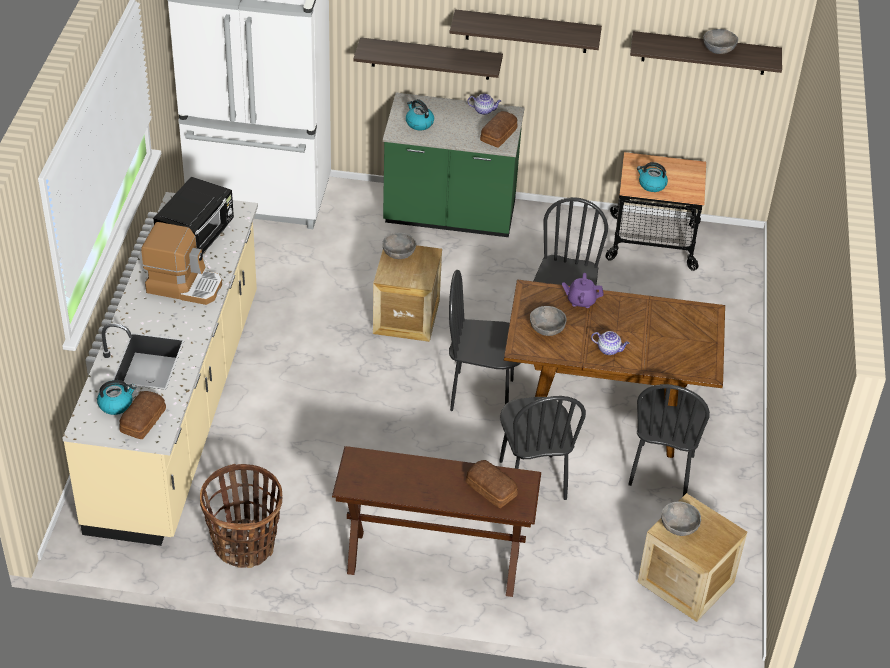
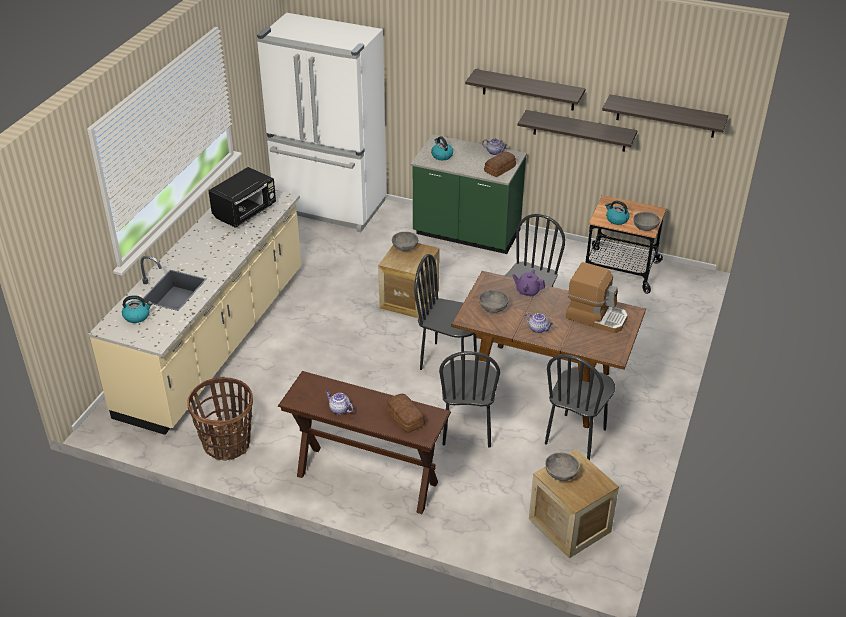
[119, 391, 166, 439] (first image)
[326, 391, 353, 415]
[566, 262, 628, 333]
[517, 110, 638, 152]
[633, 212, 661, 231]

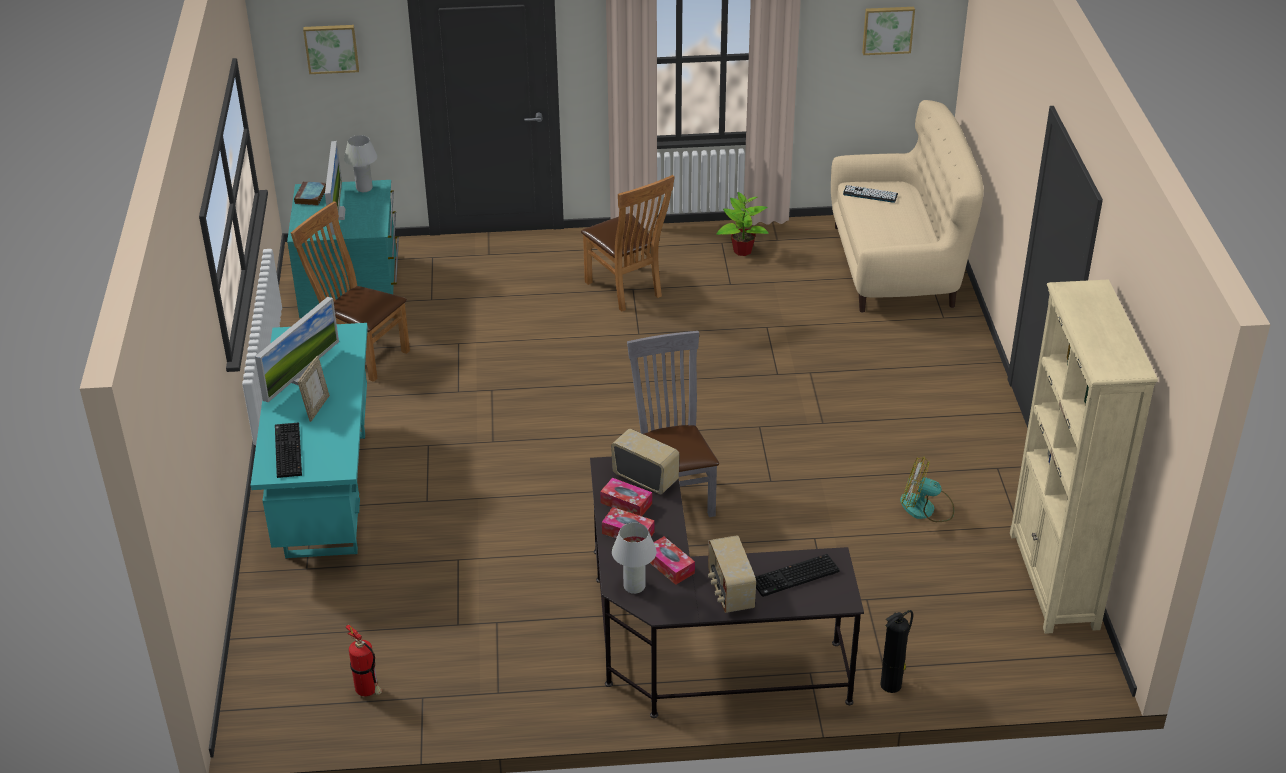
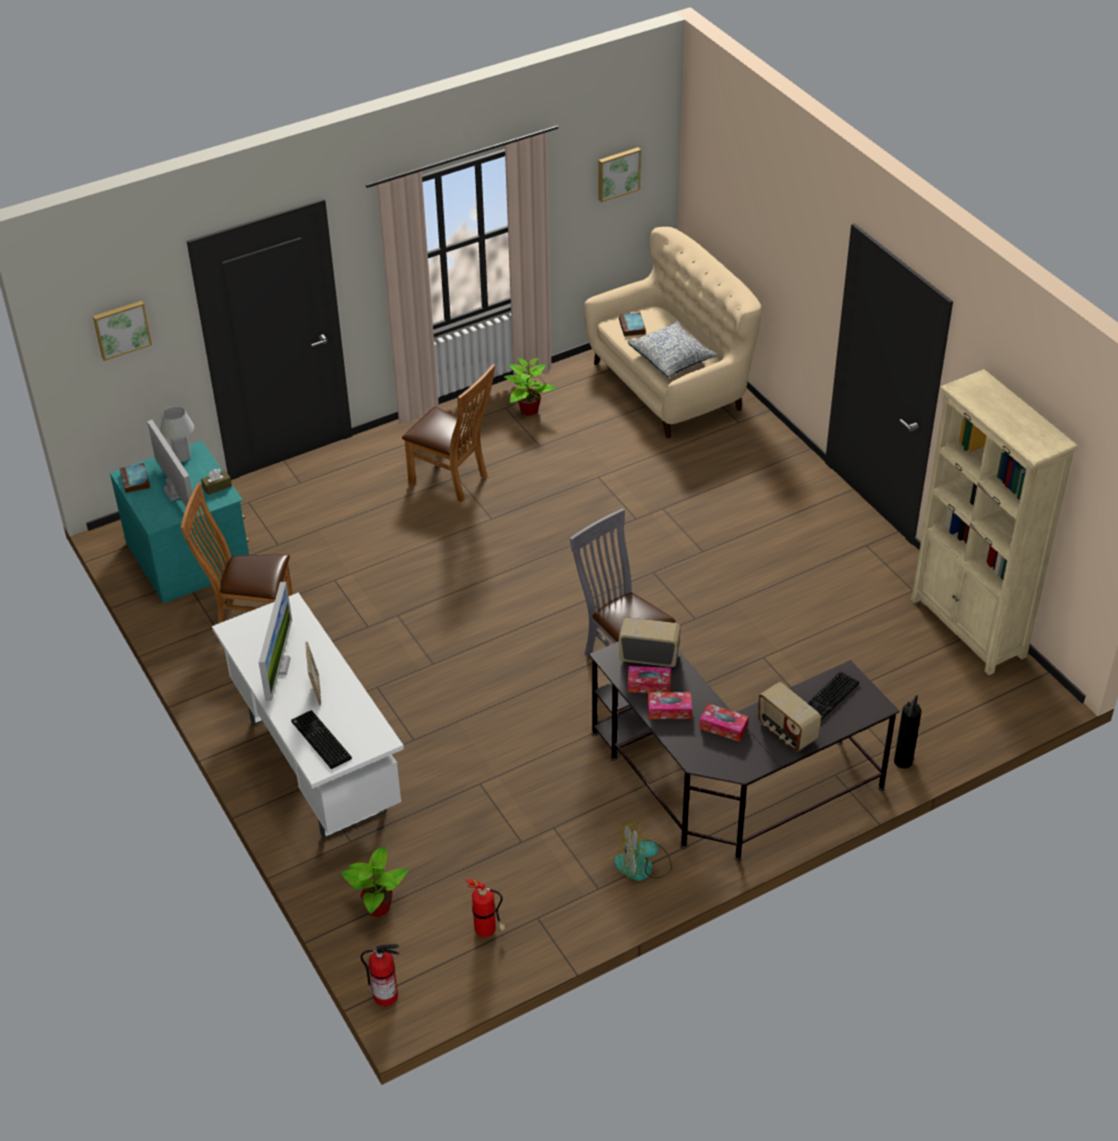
[612, 522, 657, 594] (first image)
[201, 469, 232, 495]
[341, 847, 409, 917]
[361, 944, 399, 1006]
[628, 321, 718, 378]
[614, 820, 672, 881]
[619, 312, 646, 336]
[212, 593, 404, 839]

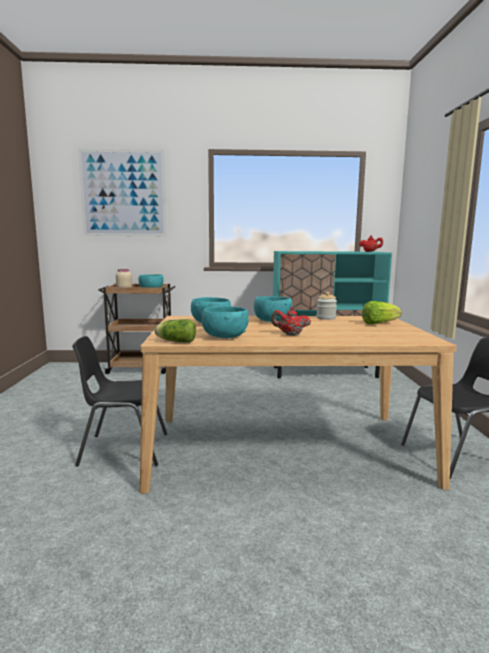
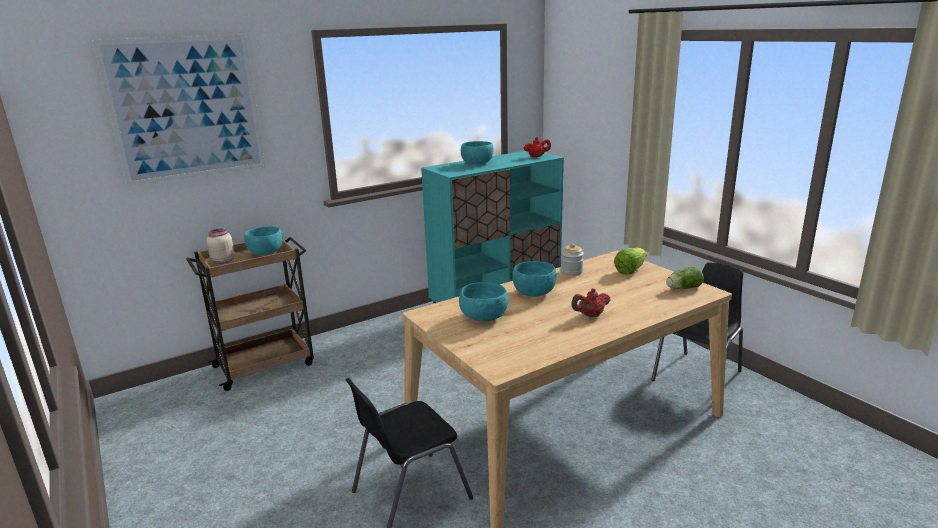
[666, 267, 704, 289]
[461, 141, 494, 164]

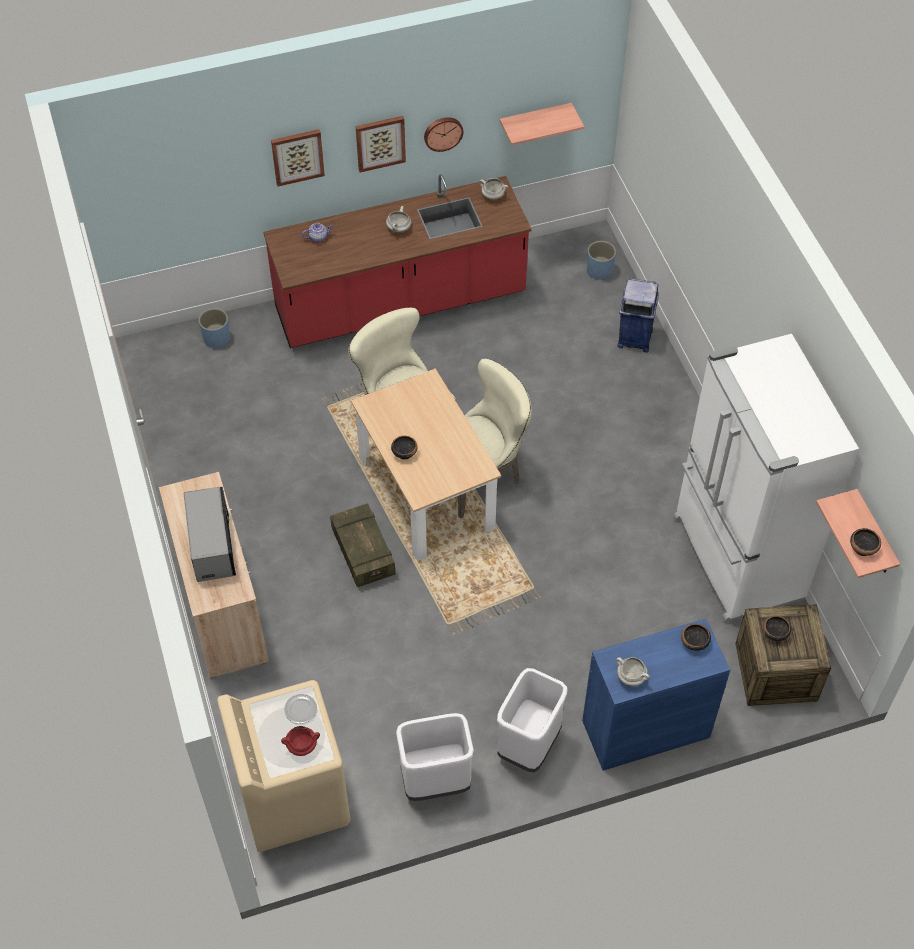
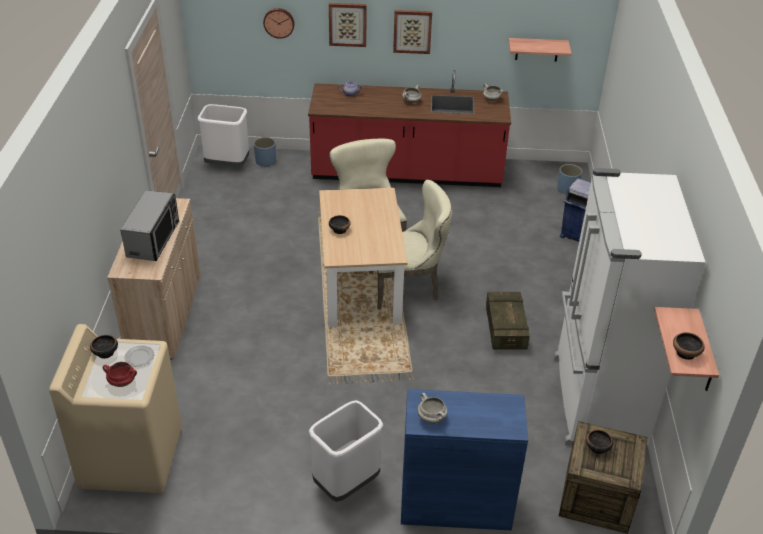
[486, 292, 530, 350]
[198, 104, 249, 167]
[263, 8, 294, 39]
[90, 335, 118, 359]

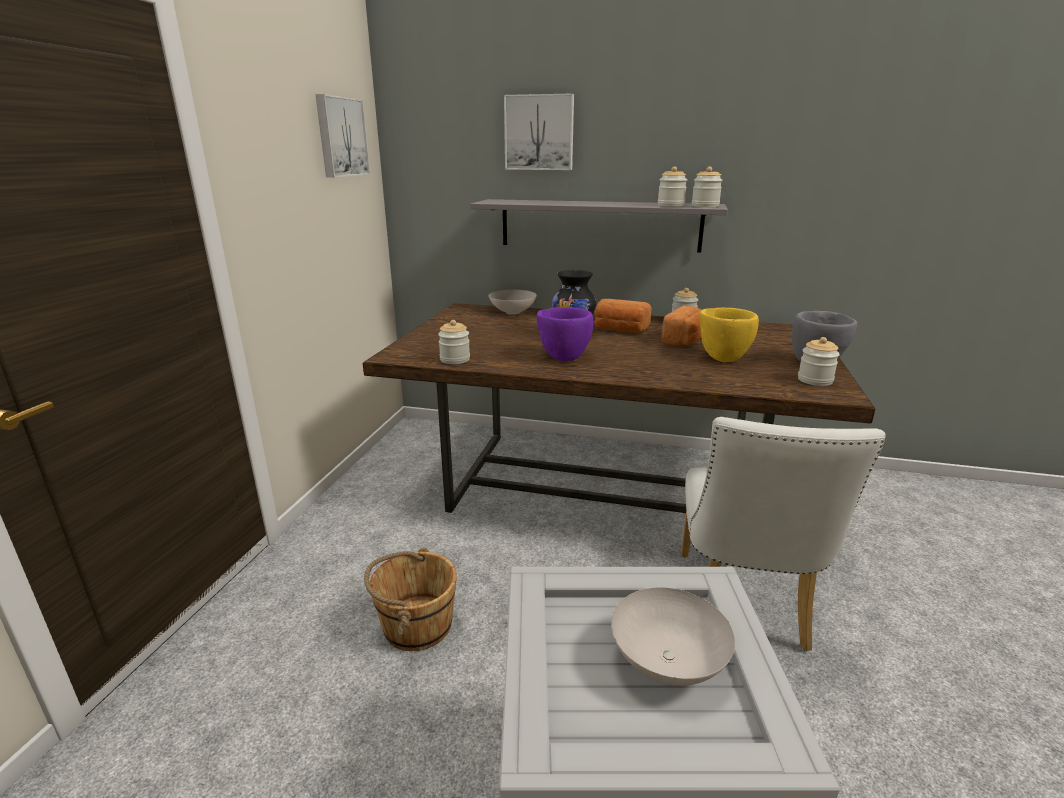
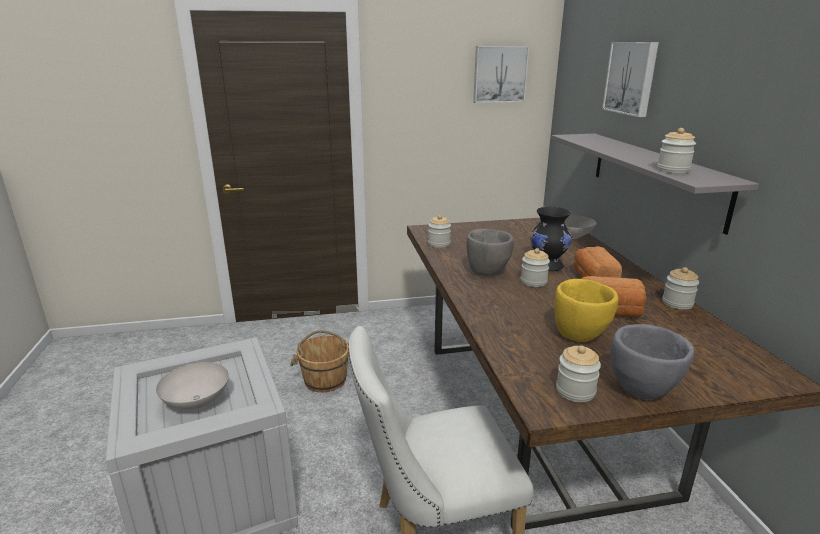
[521, 248, 550, 287]
[467, 229, 514, 276]

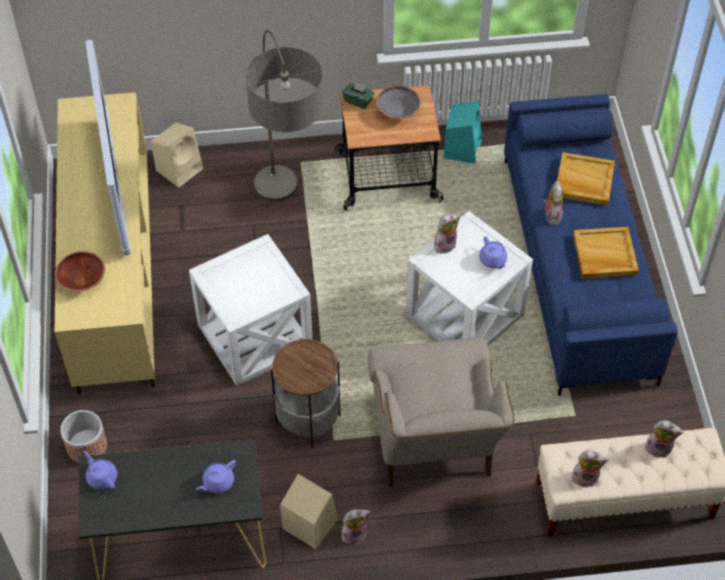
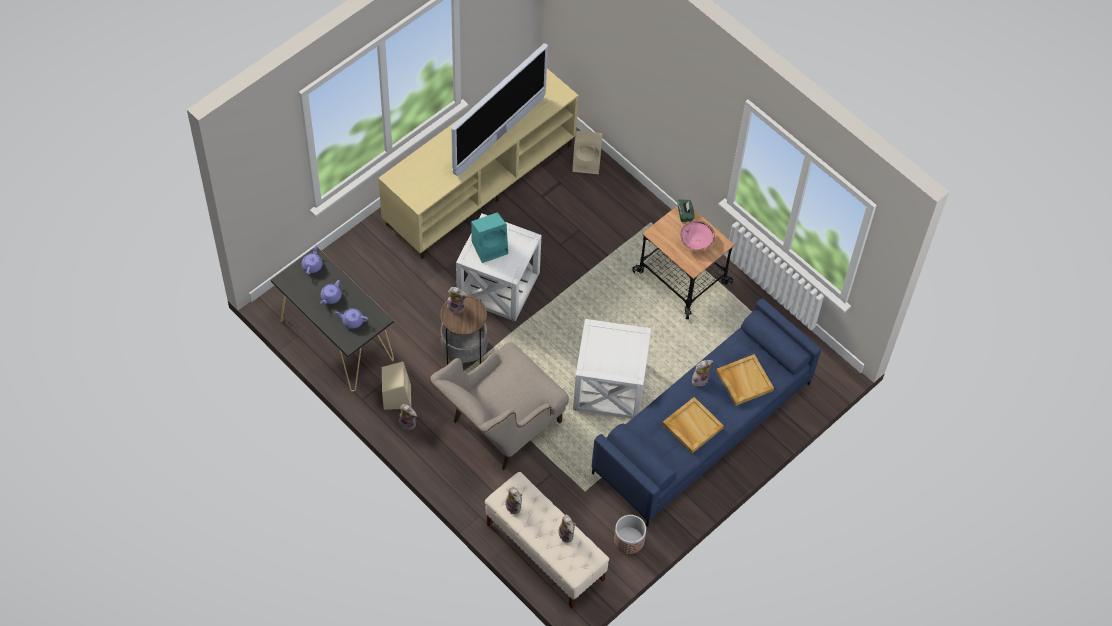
[55, 251, 105, 291] (first image)
[246, 30, 324, 202] (first image)
[614, 515, 646, 554]
[447, 287, 468, 314]
[471, 212, 508, 263]
[320, 280, 342, 304]
[680, 221, 715, 250]

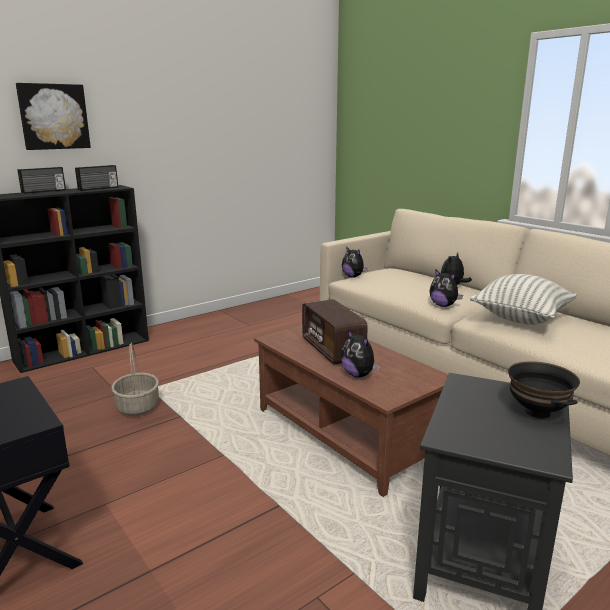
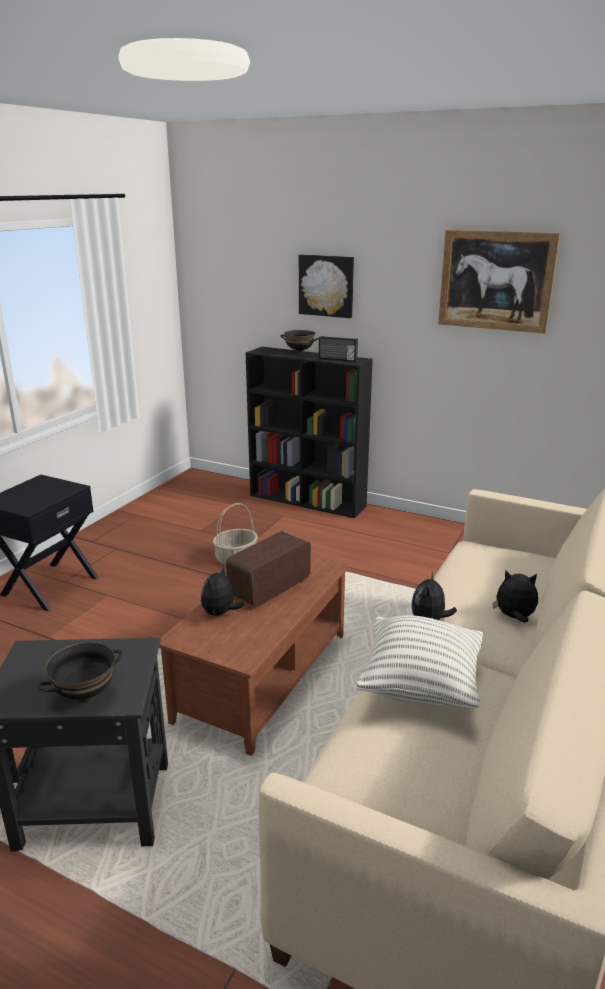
[342, 246, 368, 278] (first image)
[438, 230, 560, 334]
[280, 330, 319, 354]

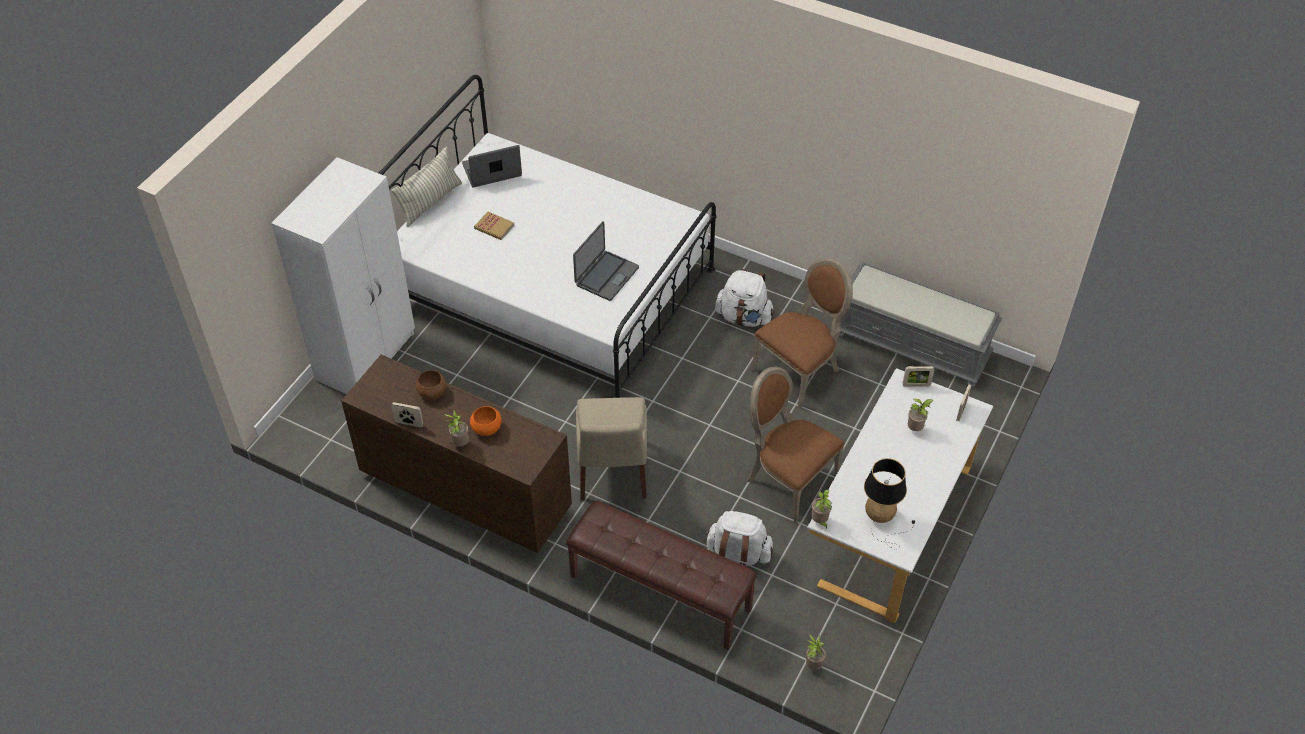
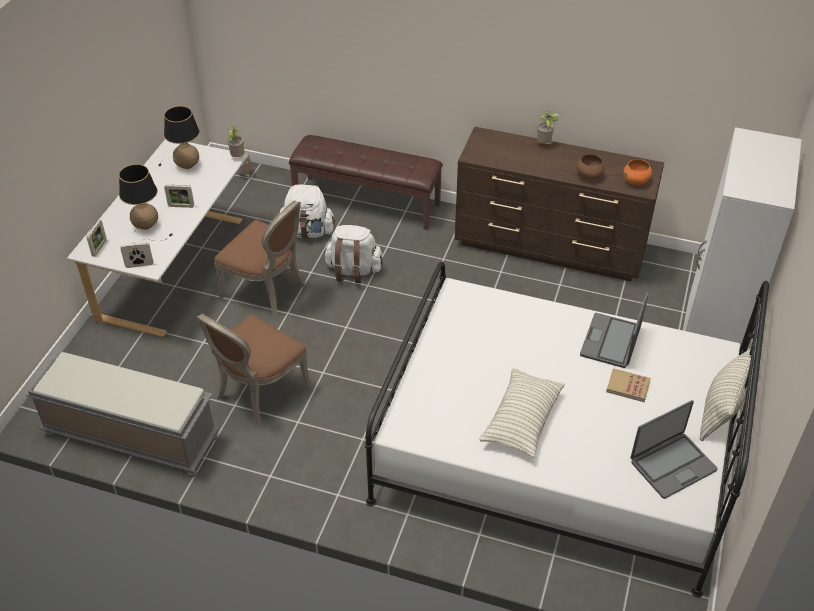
[576, 397, 647, 500] (first image)
[480, 368, 565, 457]
[164, 185, 194, 208]
[623, 159, 652, 185]
[580, 292, 649, 368]
[323, 225, 383, 283]
[119, 164, 173, 241]

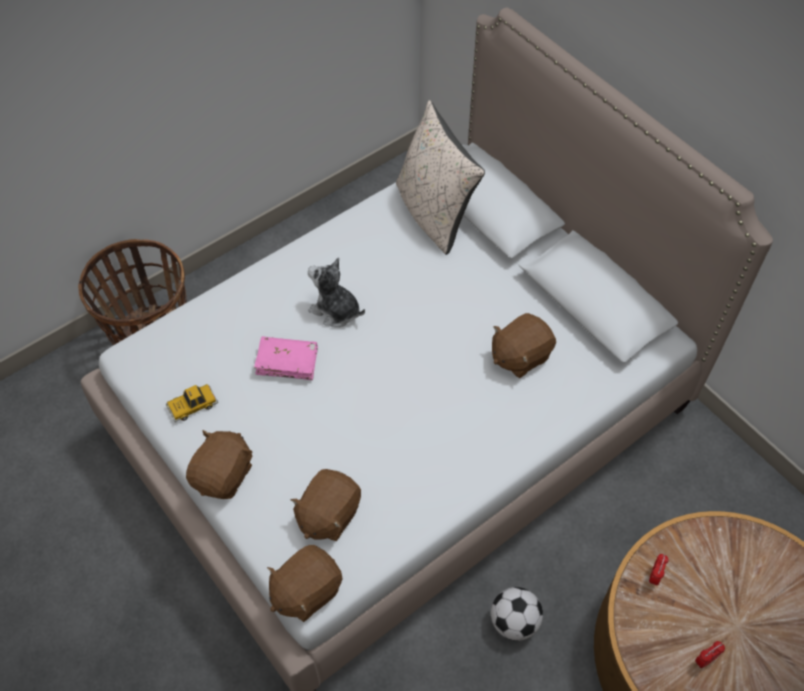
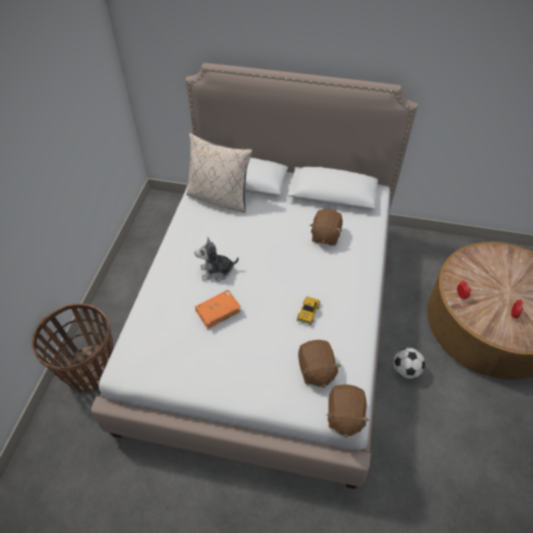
[186, 430, 252, 499] (first image)
[296, 296, 320, 325]
[195, 290, 241, 329]

